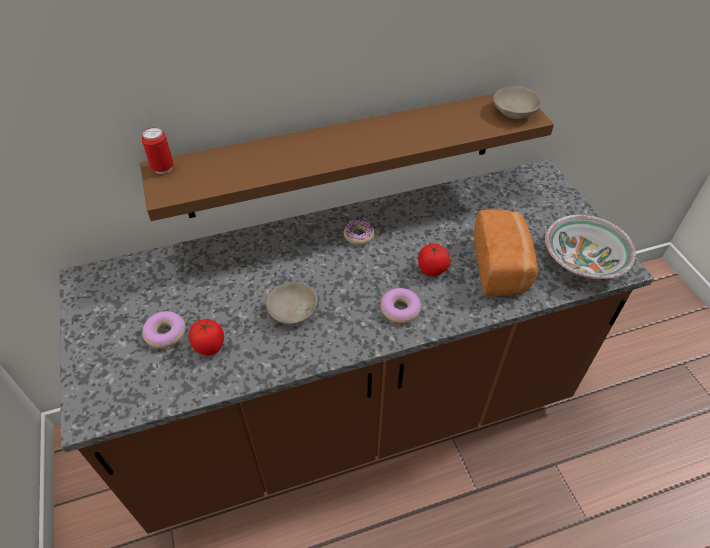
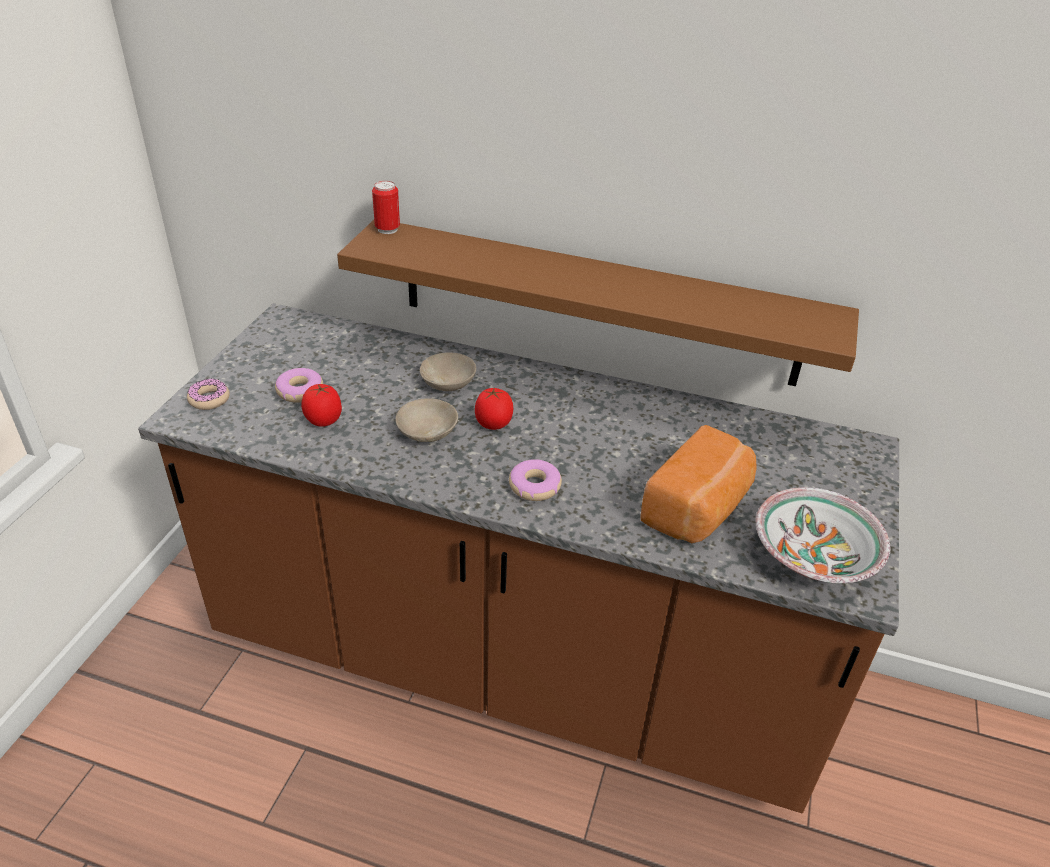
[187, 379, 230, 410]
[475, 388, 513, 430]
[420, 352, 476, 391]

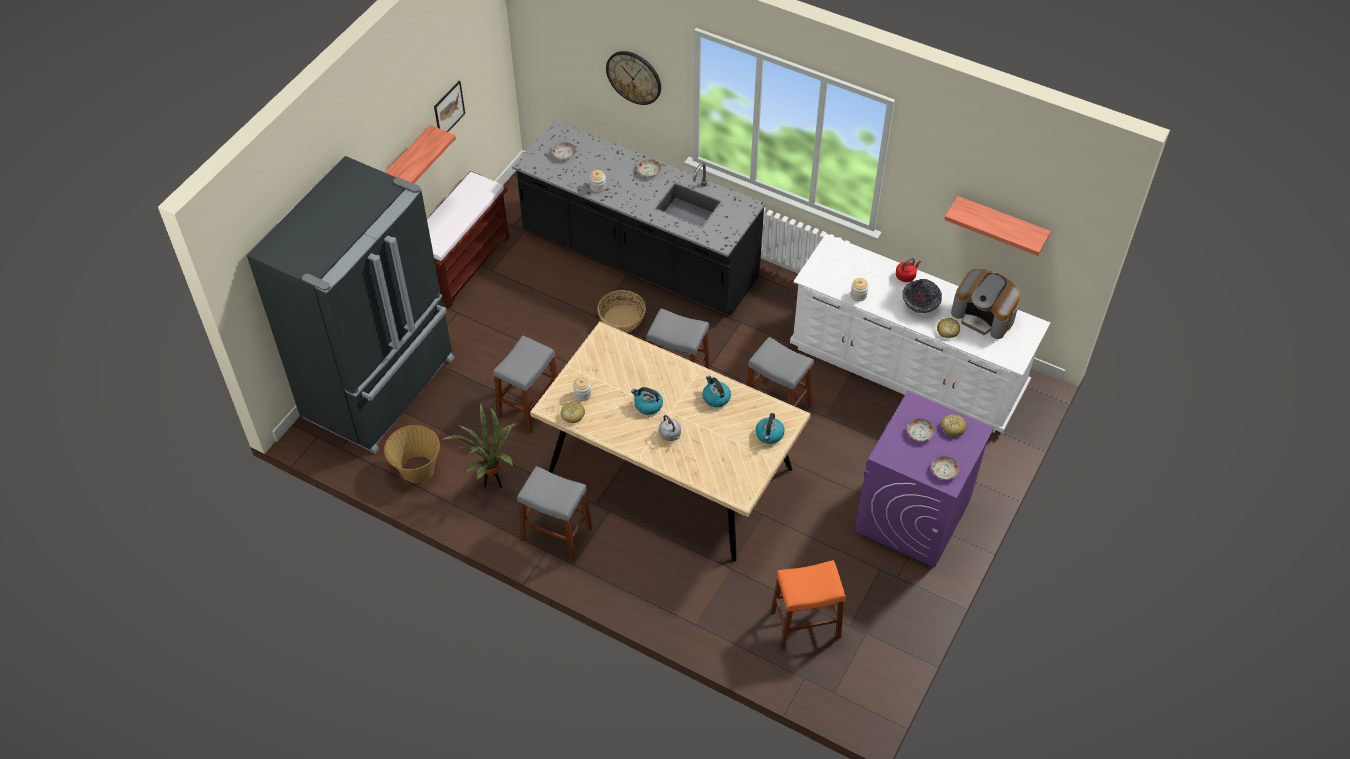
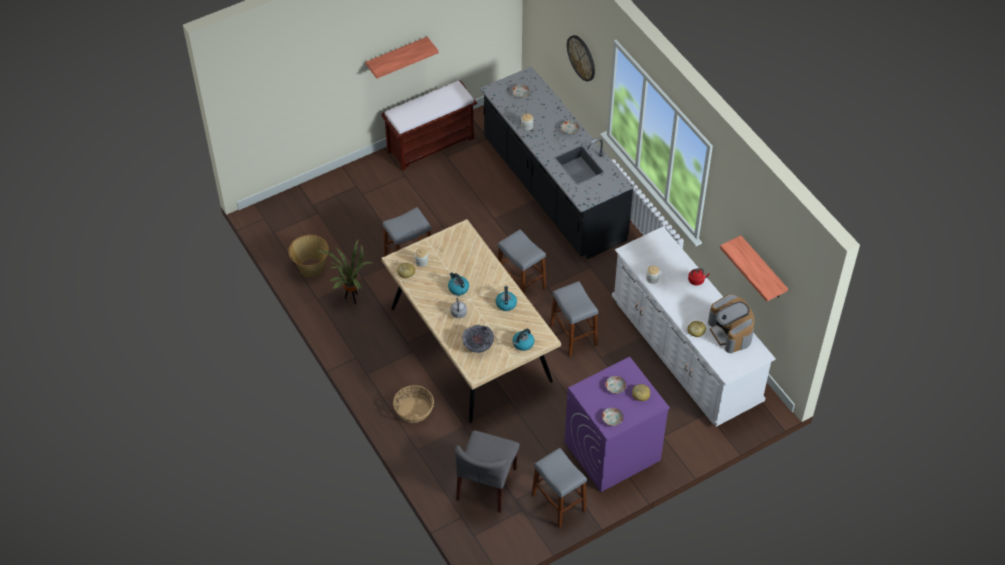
[247, 156, 454, 454] (first image)
[434, 81, 465, 132] (first image)
[532, 448, 587, 528]
[393, 385, 434, 423]
[462, 325, 494, 353]
[455, 430, 520, 513]

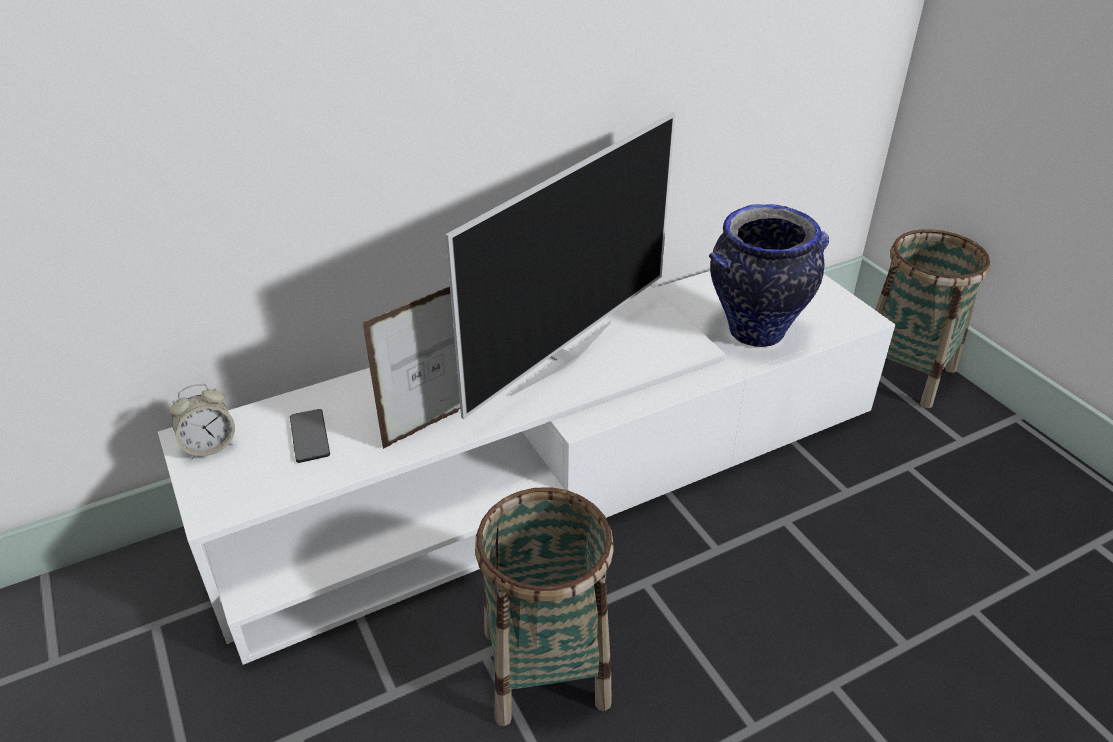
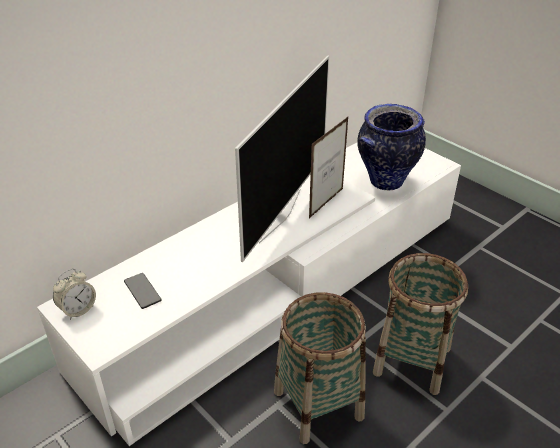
[309, 116, 349, 219]
[373, 253, 468, 395]

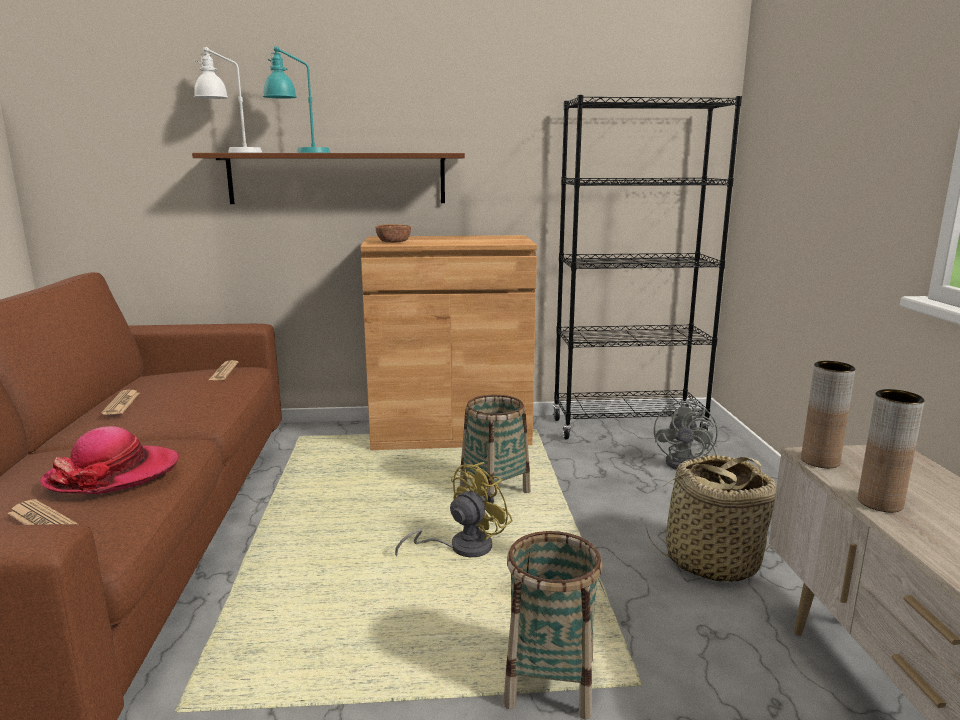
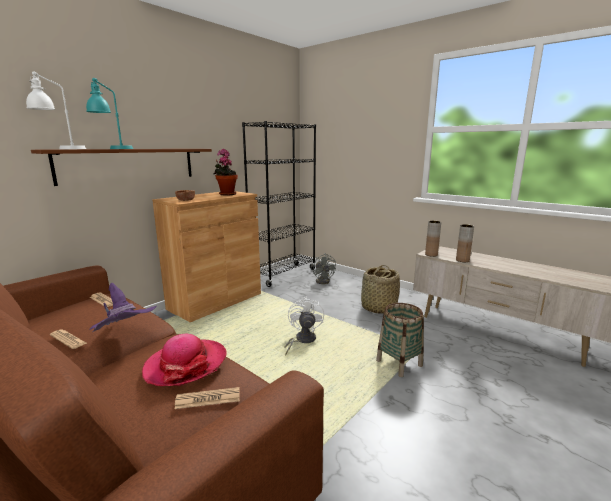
[460, 395, 531, 504] (first image)
[89, 283, 157, 332]
[213, 149, 238, 195]
[284, 297, 324, 356]

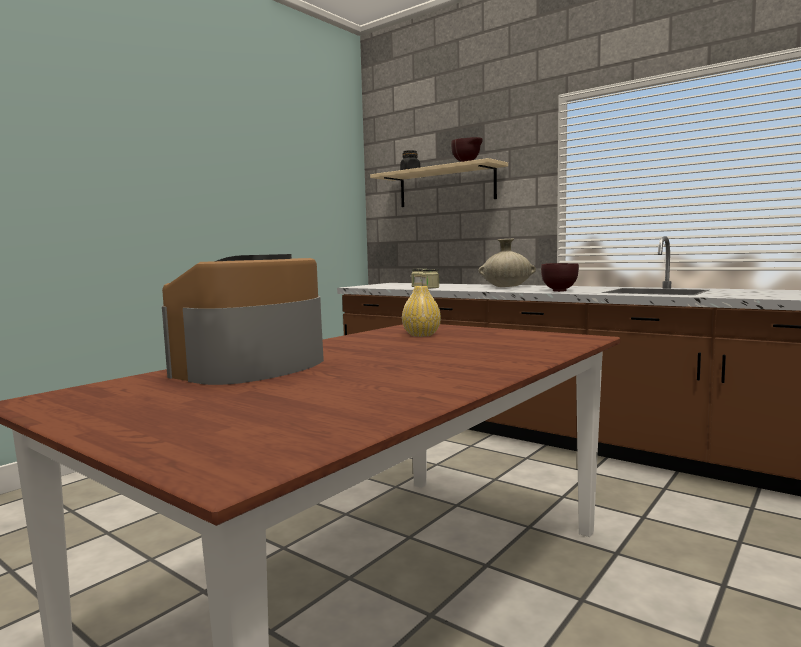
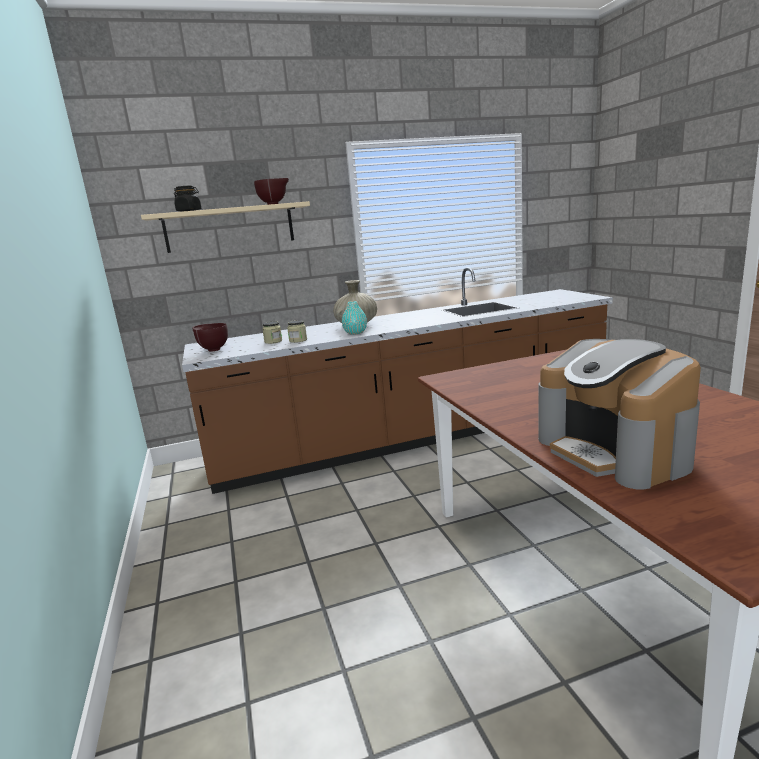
[402, 286, 441, 337] (first image)
[342, 301, 367, 335]
[192, 323, 228, 352]

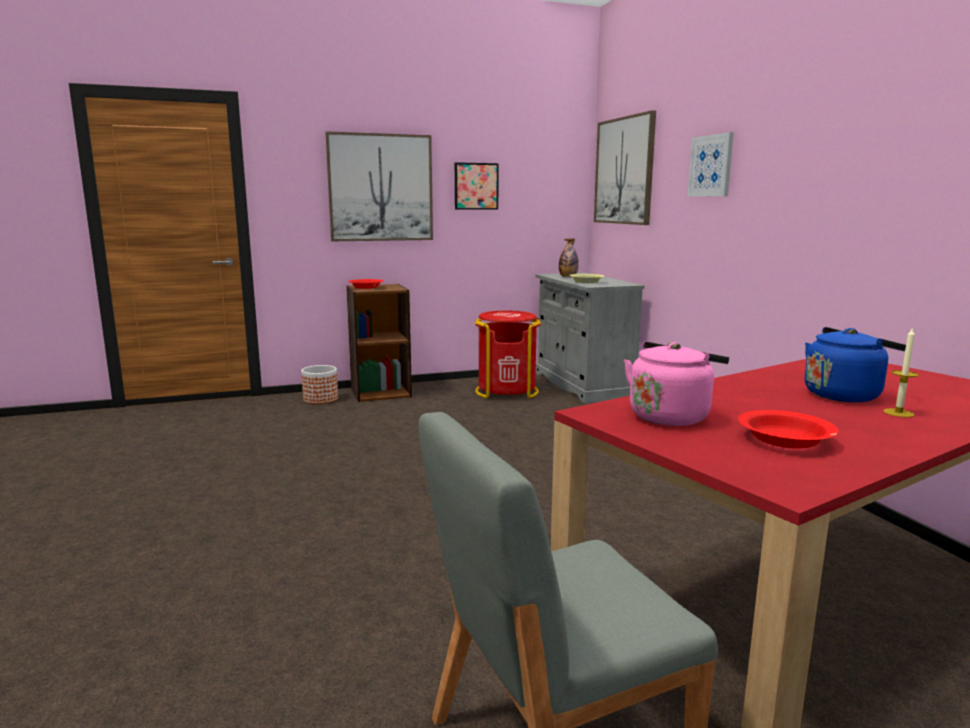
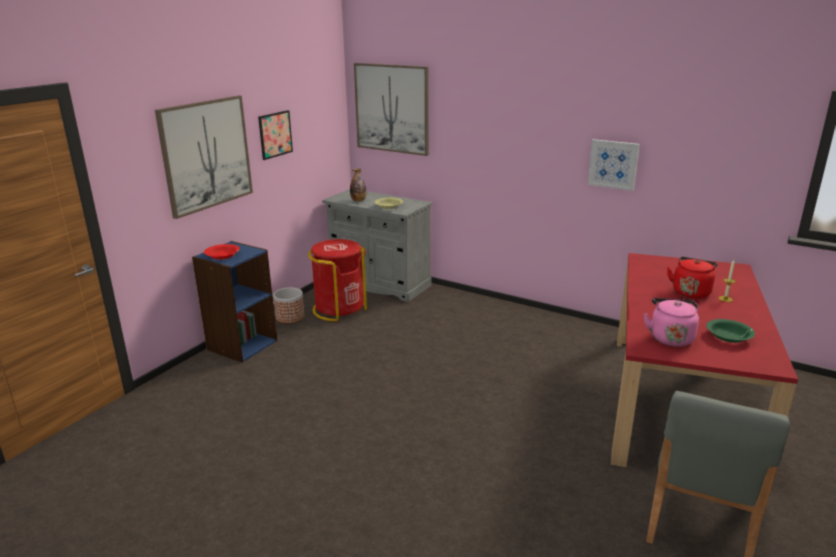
[273, 287, 304, 323]
[587, 139, 640, 191]
[192, 241, 277, 363]
[706, 319, 755, 343]
[667, 257, 718, 299]

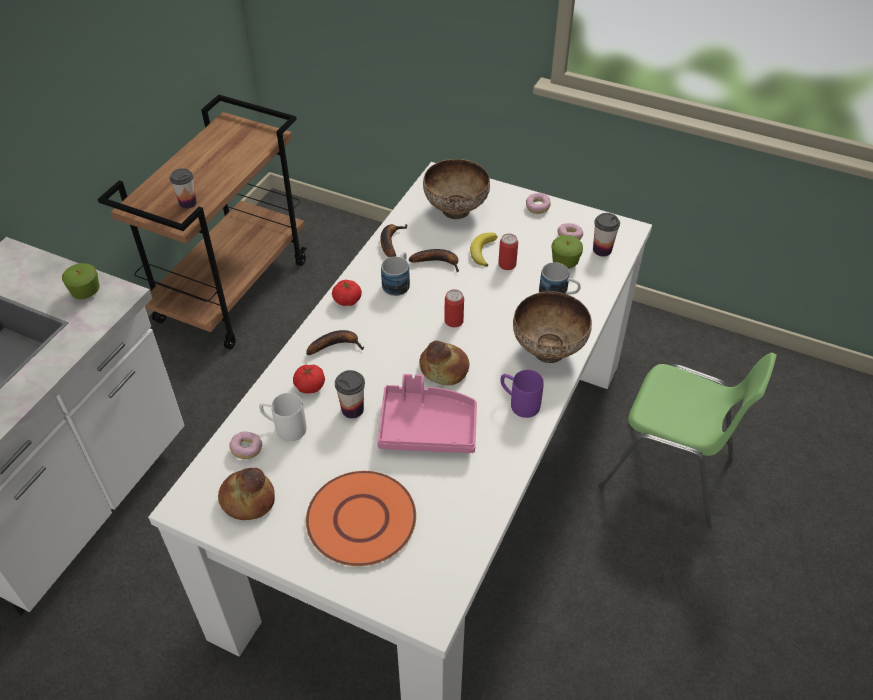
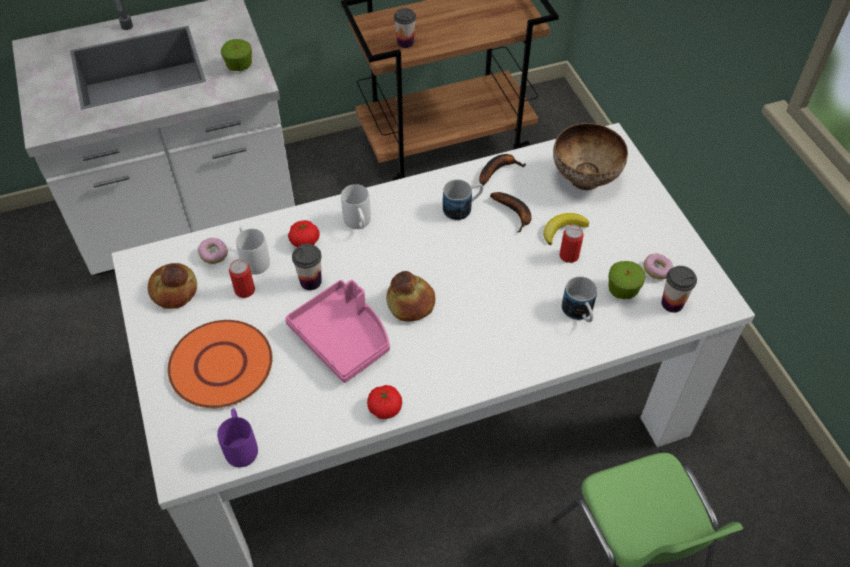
[513, 292, 592, 363] (first image)
[526, 193, 551, 214] (first image)
[367, 385, 402, 419]
[229, 259, 255, 298]
[217, 408, 258, 467]
[341, 184, 371, 229]

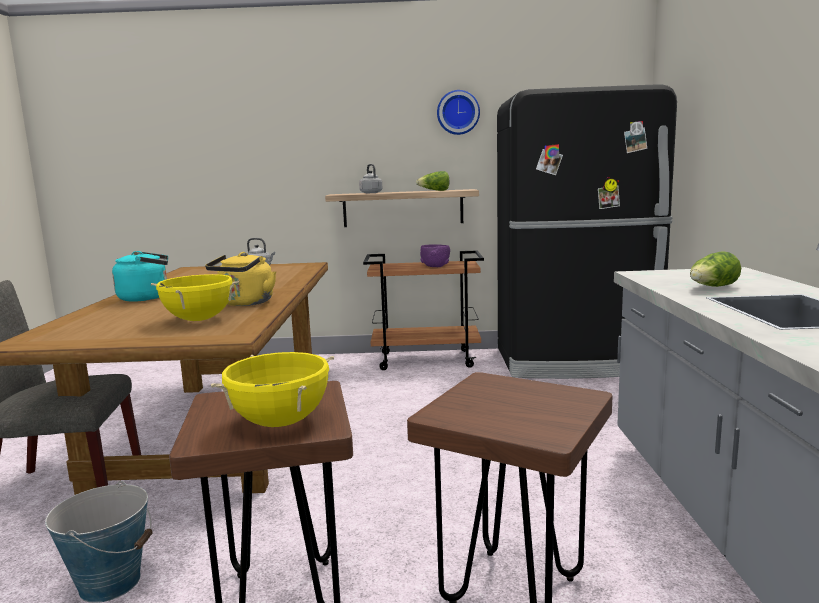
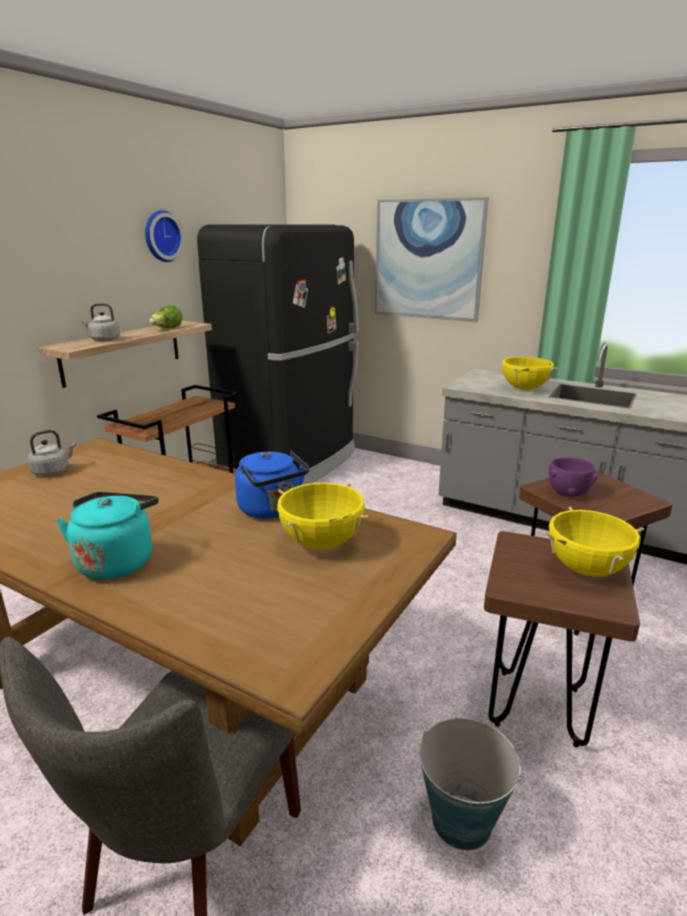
[375, 197, 489, 322]
[549, 458, 597, 497]
[499, 357, 558, 390]
[235, 450, 309, 519]

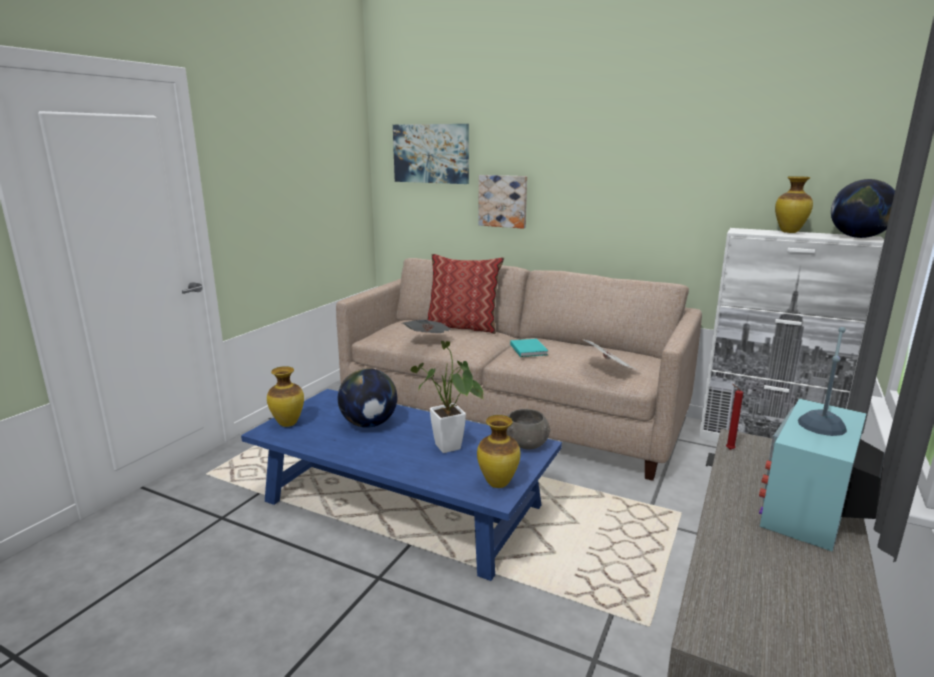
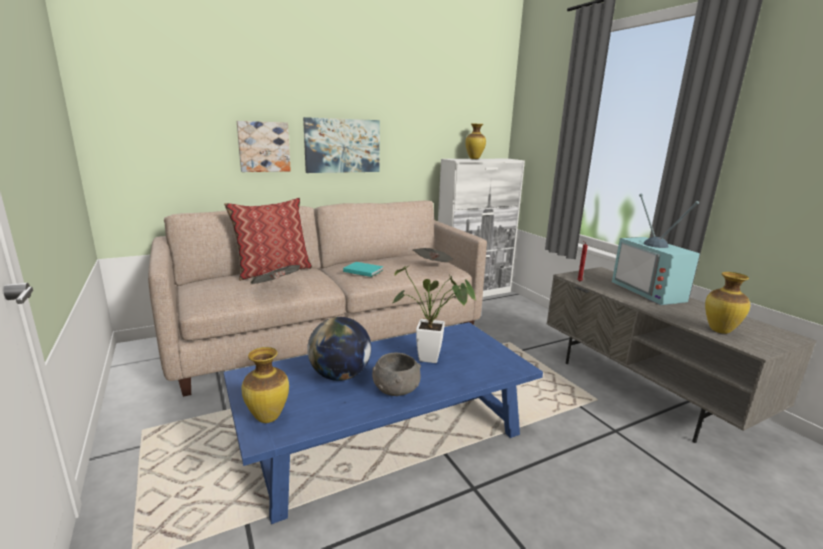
[831, 179, 895, 238] (first image)
[303, 117, 380, 173]
[705, 272, 750, 334]
[372, 352, 421, 396]

